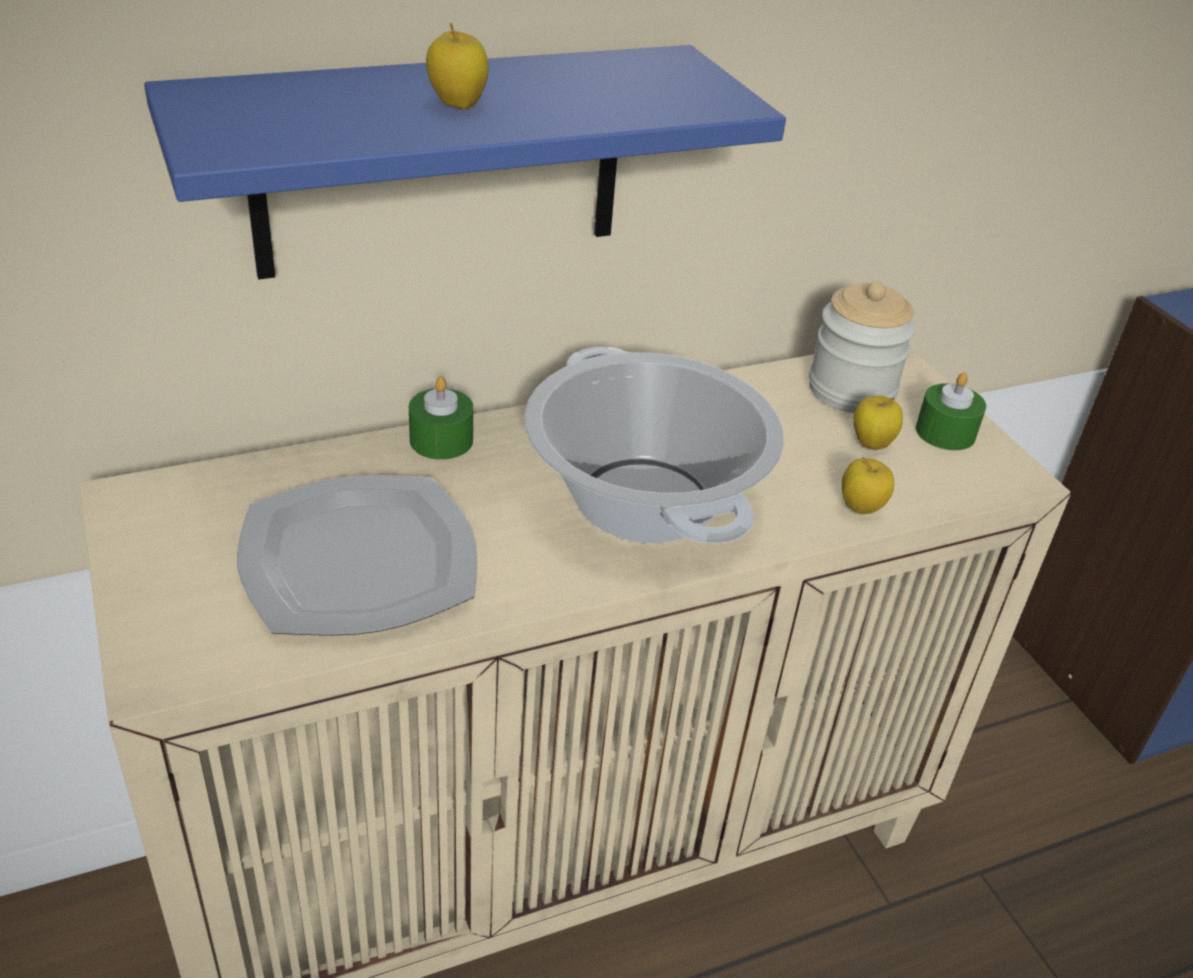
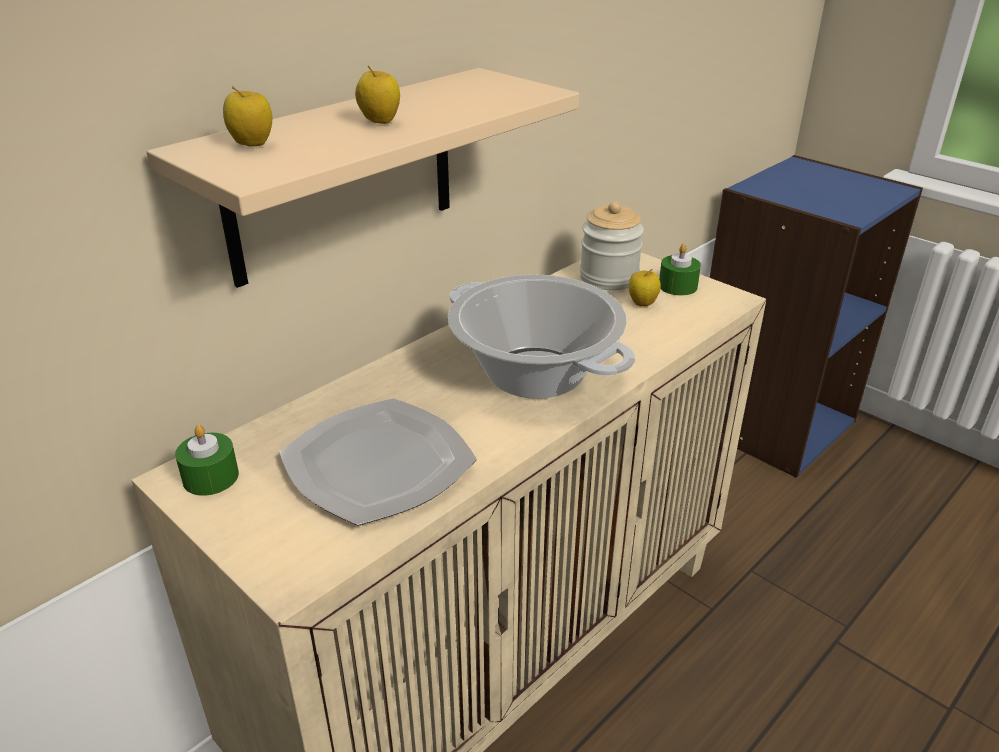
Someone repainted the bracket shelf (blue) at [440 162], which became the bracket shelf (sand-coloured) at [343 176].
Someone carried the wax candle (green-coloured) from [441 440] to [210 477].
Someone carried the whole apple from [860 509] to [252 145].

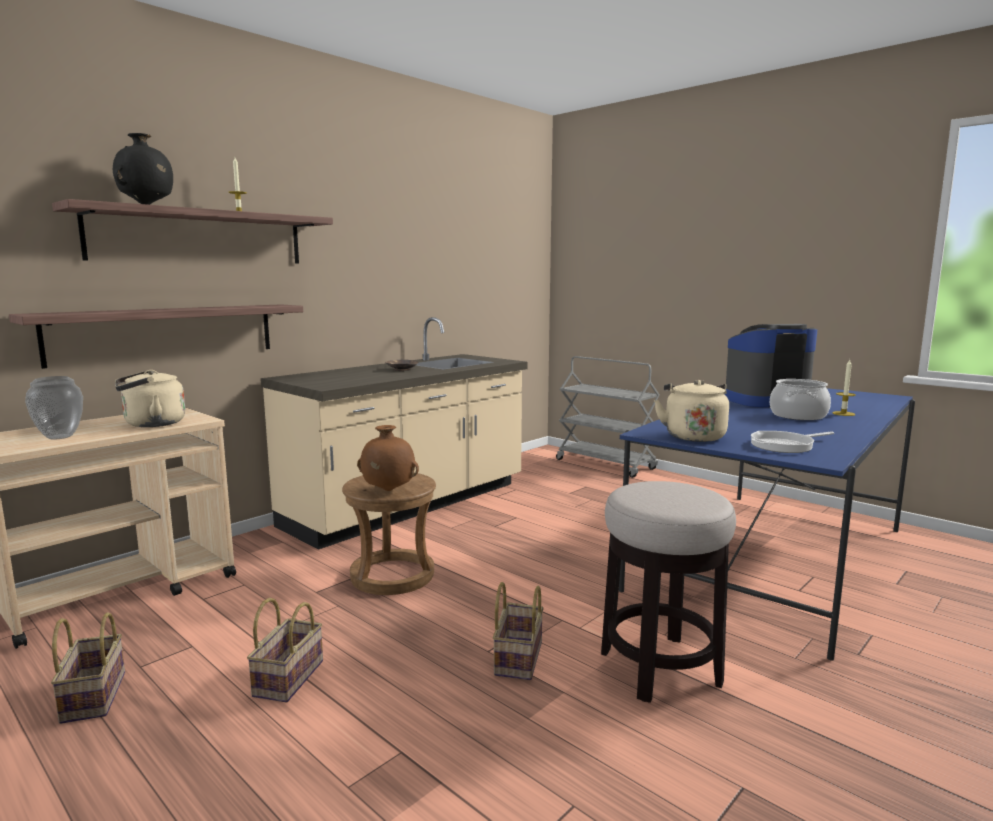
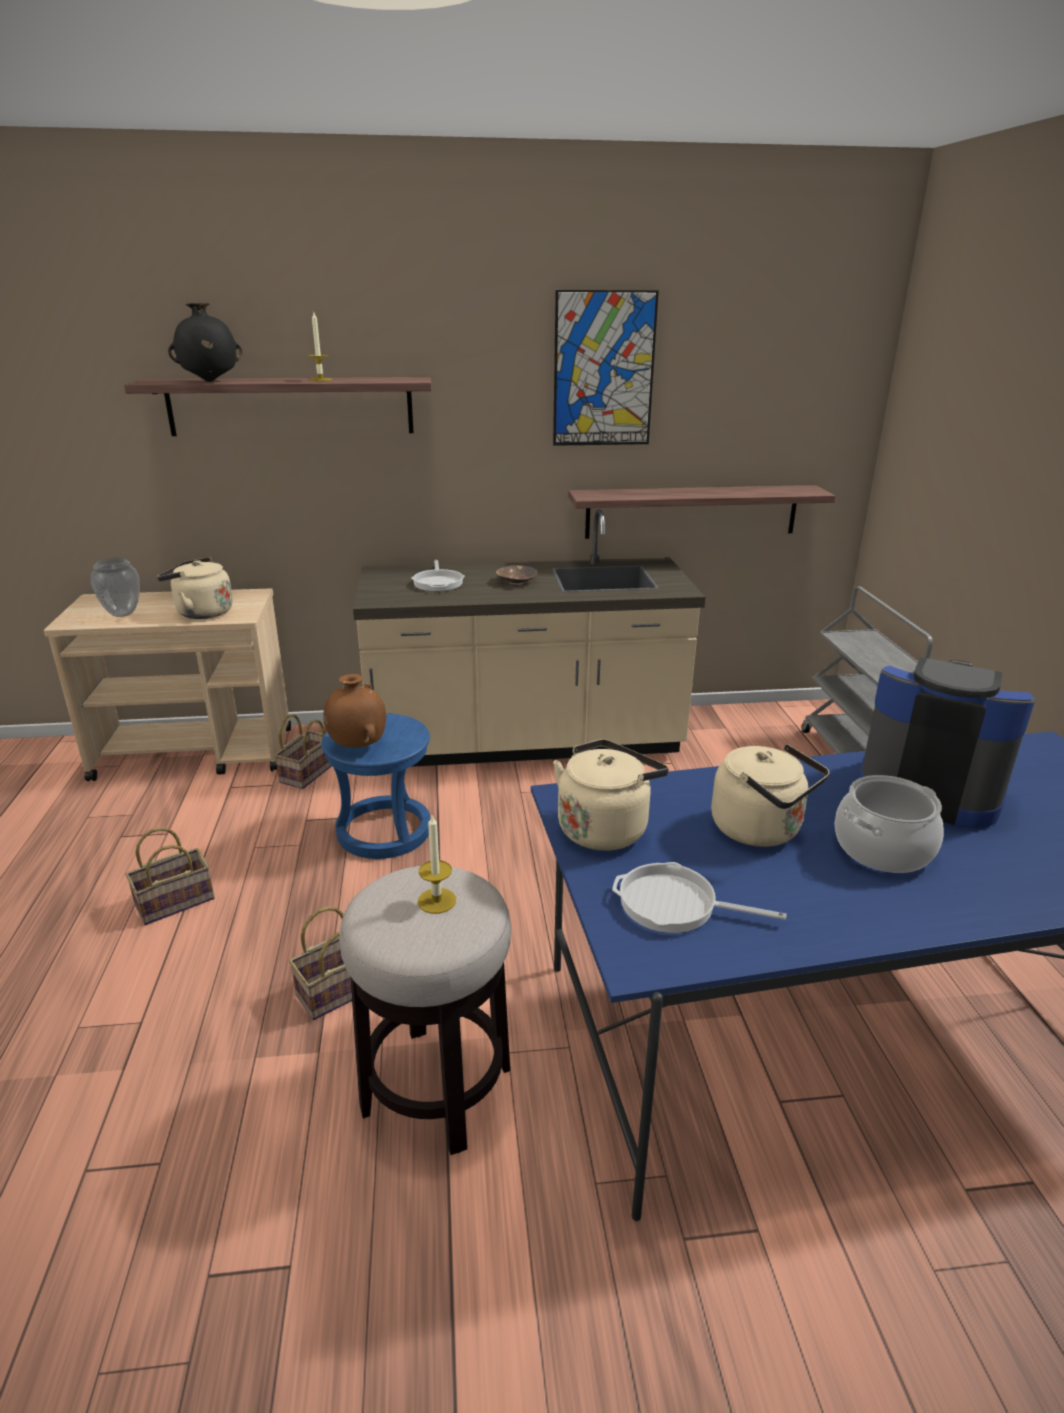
Someone carried the bracket shelf from [166 333] to [691 511].
Someone carried the household basket from [92 696] to [307 772].
Someone repainted the sitting stool (brown-coloured) at [392 575], which became the sitting stool (blue) at [384 831].
Someone carried the wax candle from [843 413] to [437 900].
Someone put down the pan at [438 582].
Someone put up the wall art at [603 370].
Someone put down the kettle (sand-coloured) at [761 830].

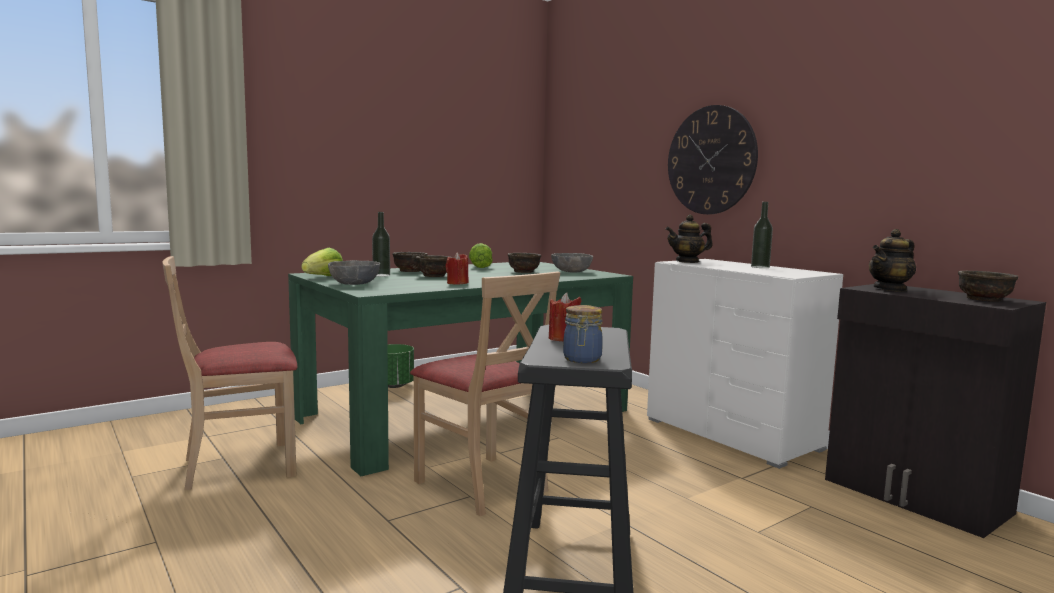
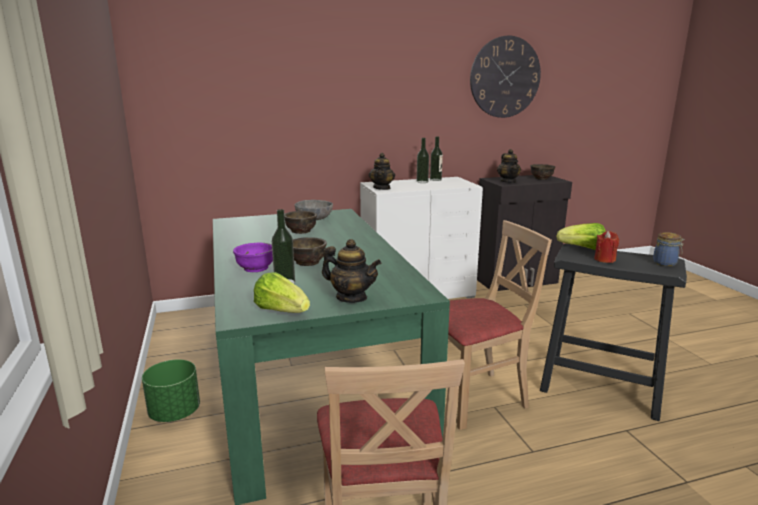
Someone swapped the deep dish (gray) at [354 283] for the tea pot at [351 297].
Someone repainted the deep dish (brown-coloured) at [409 271], which became the deep dish (purple) at [256 268].
Someone took away the wax candle (reddish) at [457 283].
Someone carried the lettuce head from [480 267] to [582 249].
Someone carried the hanging clock from [711 160] to [505 77].
Someone put down the bottle at [435 179].

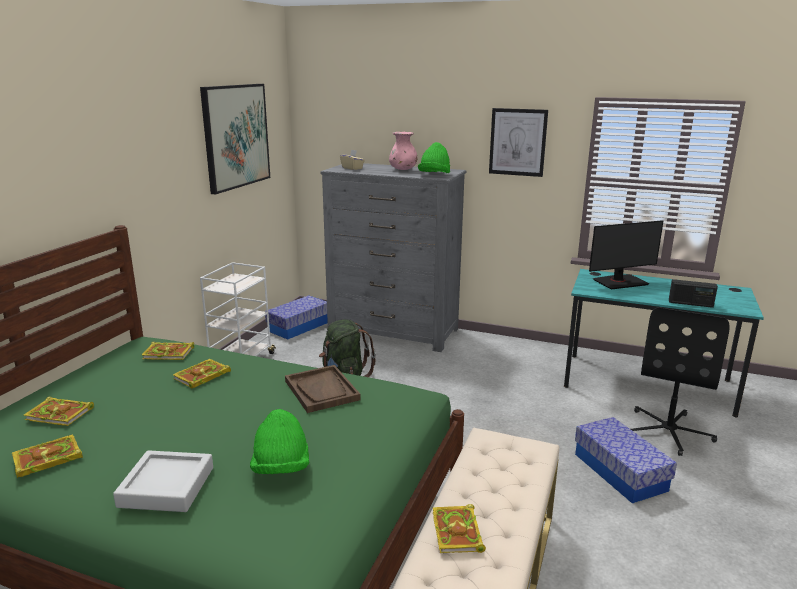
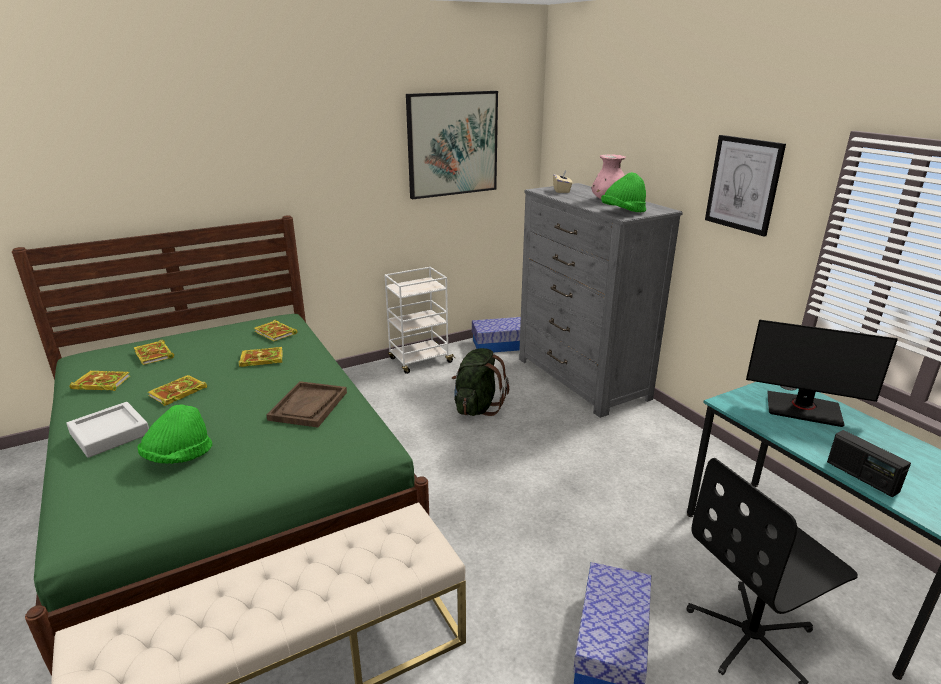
Someone carried the volume from [458 533] to [177 393].

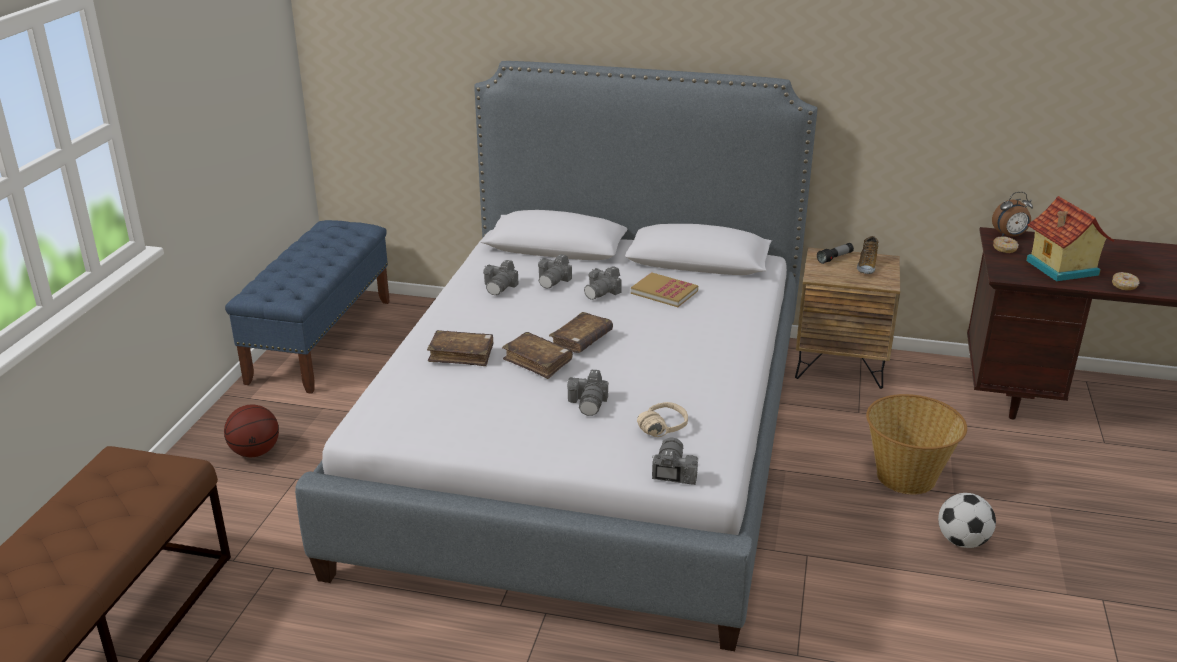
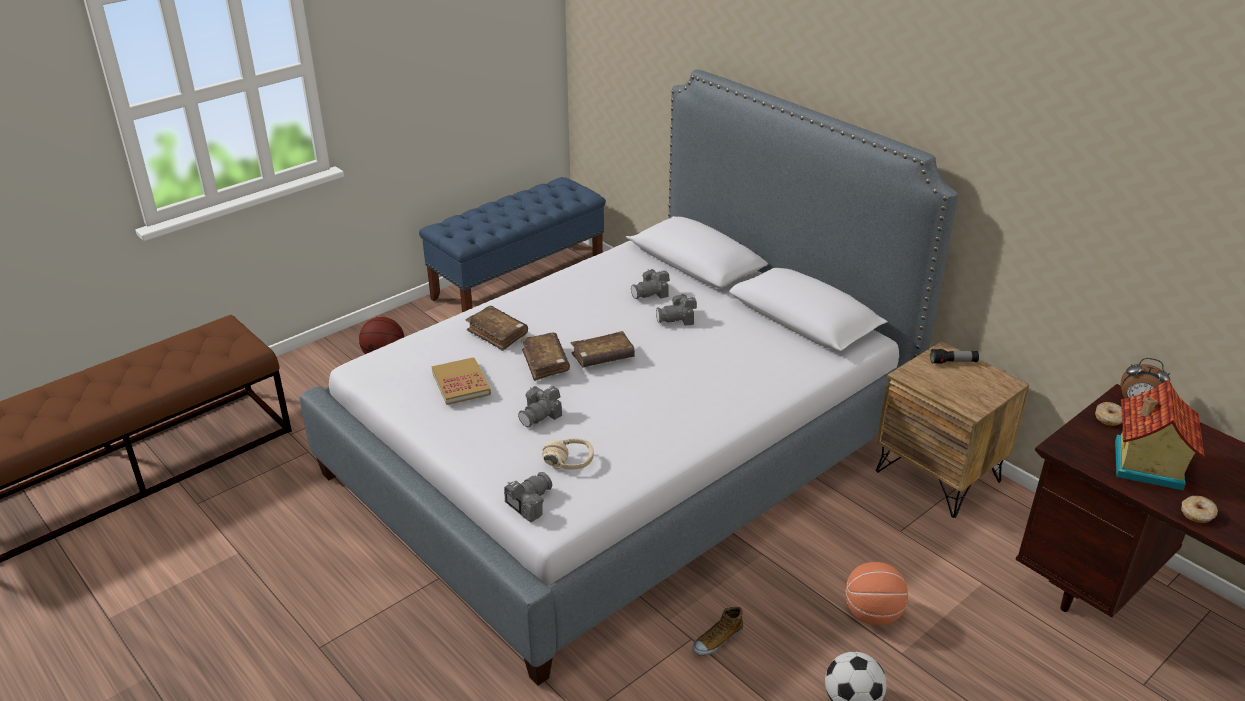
Someone took away the still camera at [500 287].
Someone carried the volume from [664 292] to [461 383].
Someone carried the item of footwear from [866 266] to [717 640].
Someone swapped the household basket at [906 476] for the basketball at [873 614].

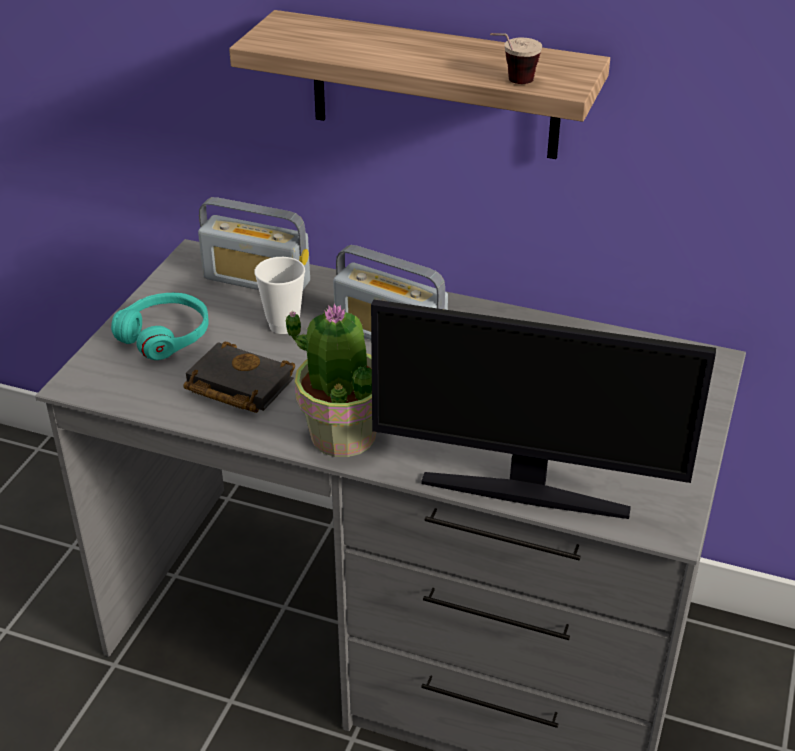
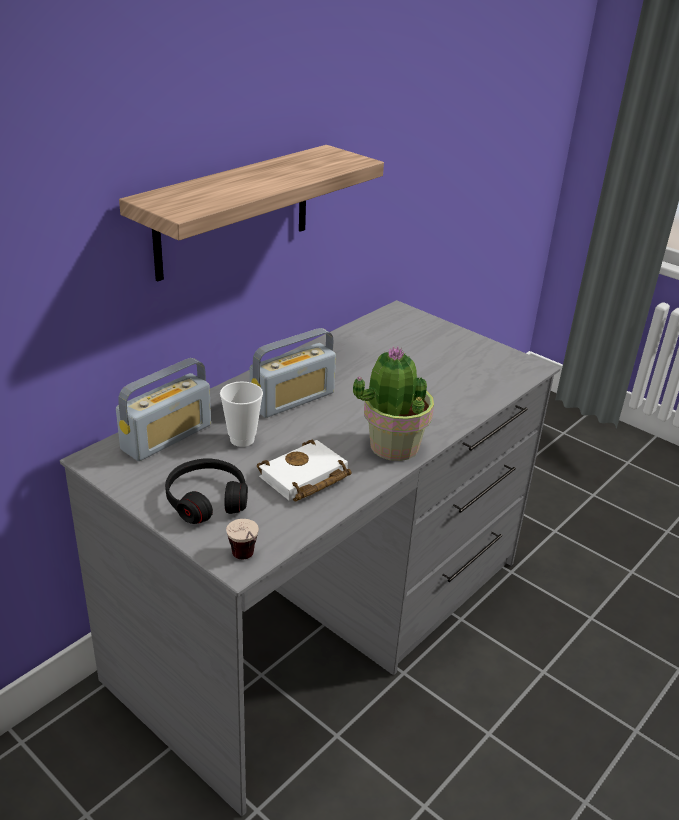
Someone repainted the headphones (blue-green) at [165 335], which became the headphones (blackish) at [206 499].
Someone repainted the volume (blackish) at [236 385], which became the volume (whitish) at [304 478].
Someone took away the monitor at [525 491].
Someone carried the drinking cup from [510 84] to [246 561].

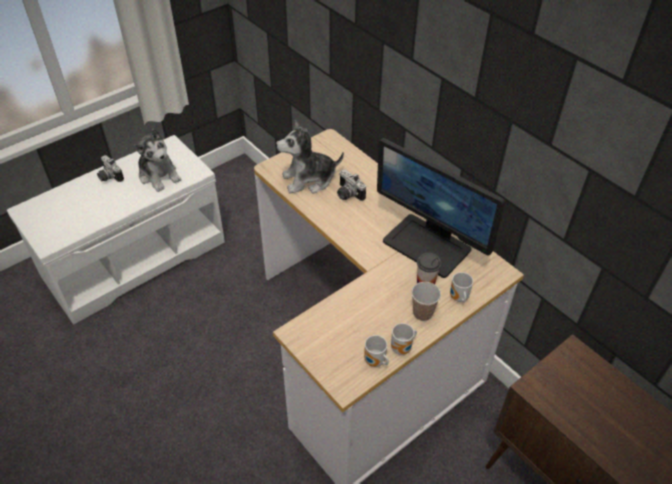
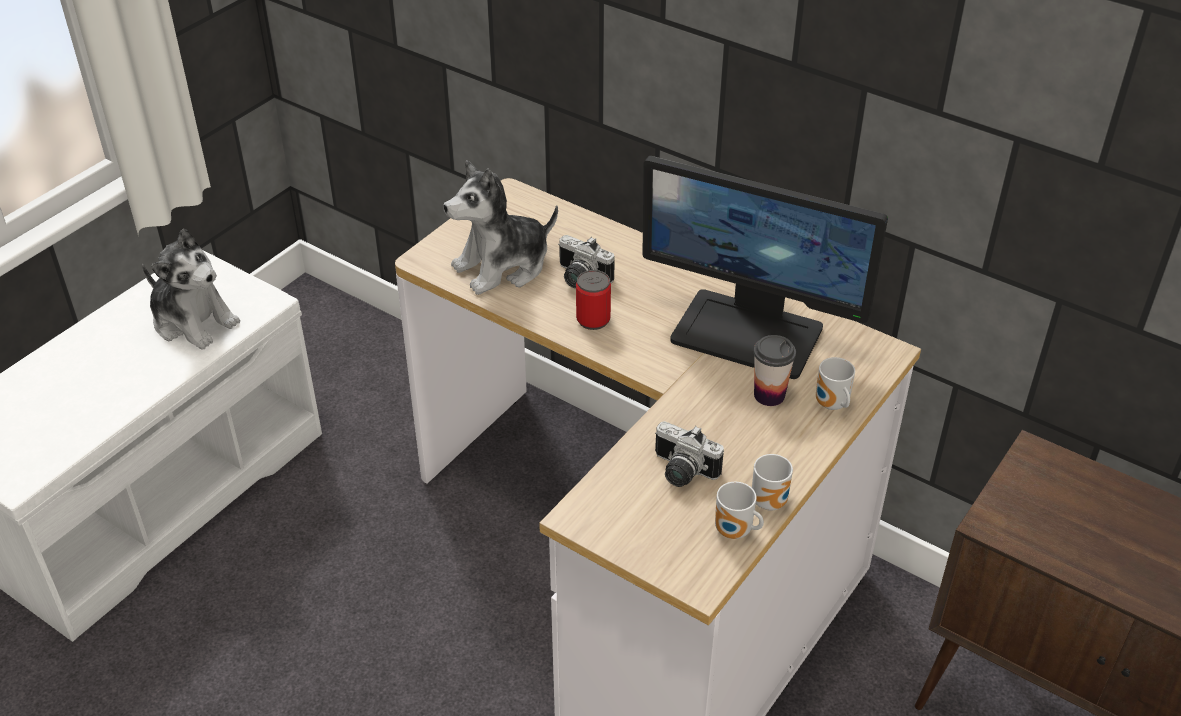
Someone carried the still camera from [109 177] to [681 472].
Someone took away the drinking cup at [422 313].
Someone put down the can at [593 320].

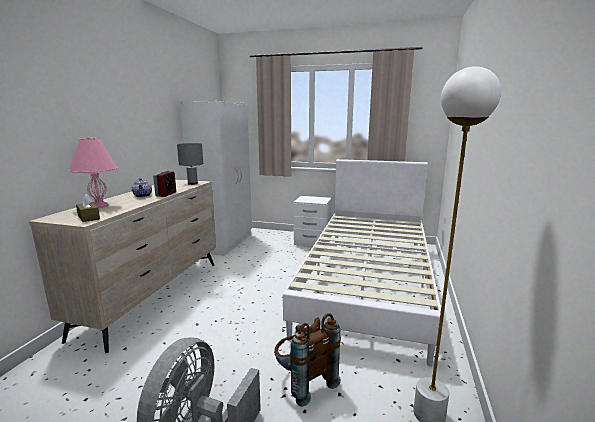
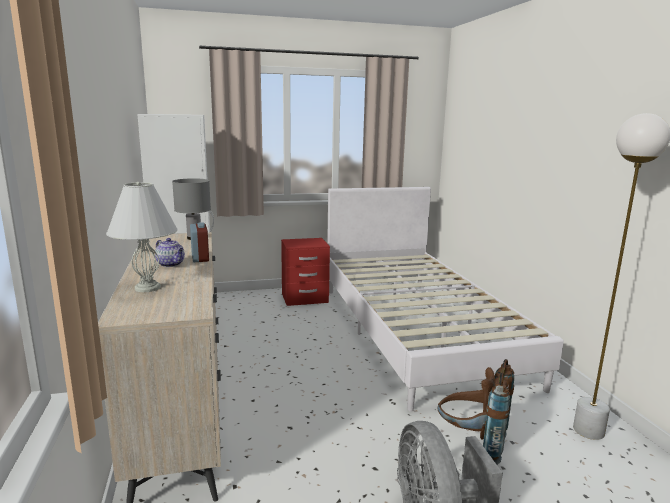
Someone repainted the table lamp (pinkish) at [100 206], which became the table lamp (whitish) at [148 288].
Someone took away the tissue box (brown-coloured) at [88 217].
Someone repainted the bedside table (whitish) at [312 242], which became the bedside table (reddish) at [304 298].

